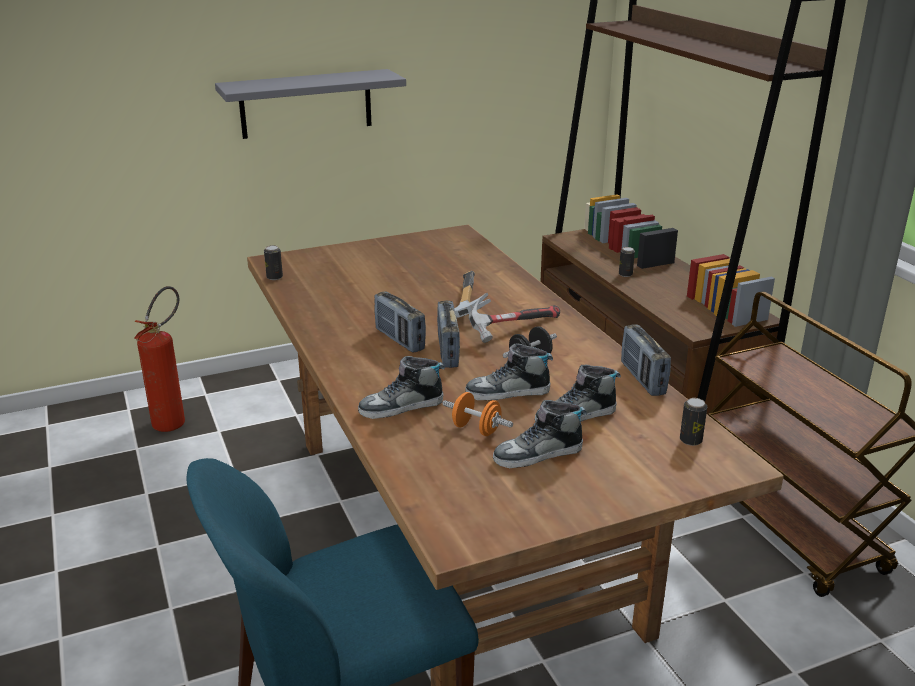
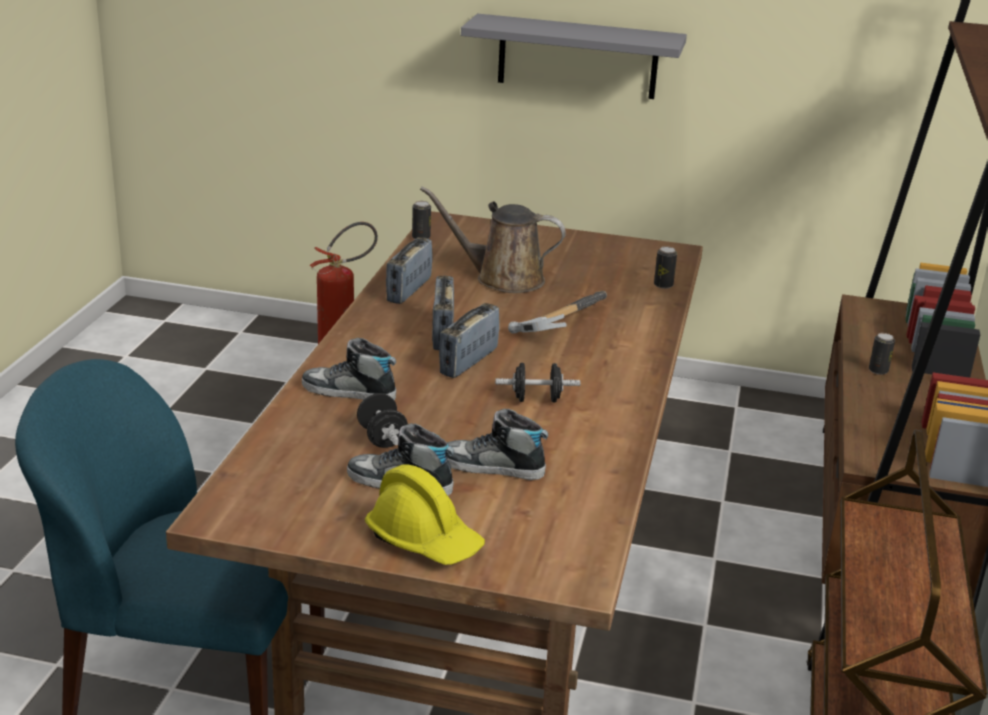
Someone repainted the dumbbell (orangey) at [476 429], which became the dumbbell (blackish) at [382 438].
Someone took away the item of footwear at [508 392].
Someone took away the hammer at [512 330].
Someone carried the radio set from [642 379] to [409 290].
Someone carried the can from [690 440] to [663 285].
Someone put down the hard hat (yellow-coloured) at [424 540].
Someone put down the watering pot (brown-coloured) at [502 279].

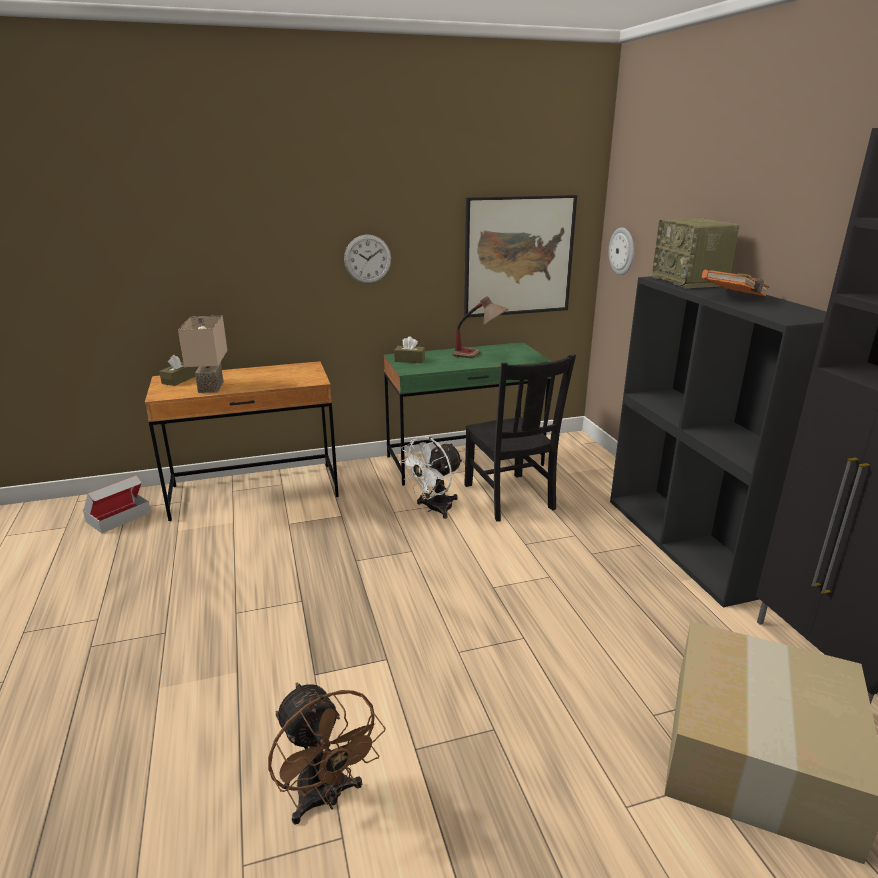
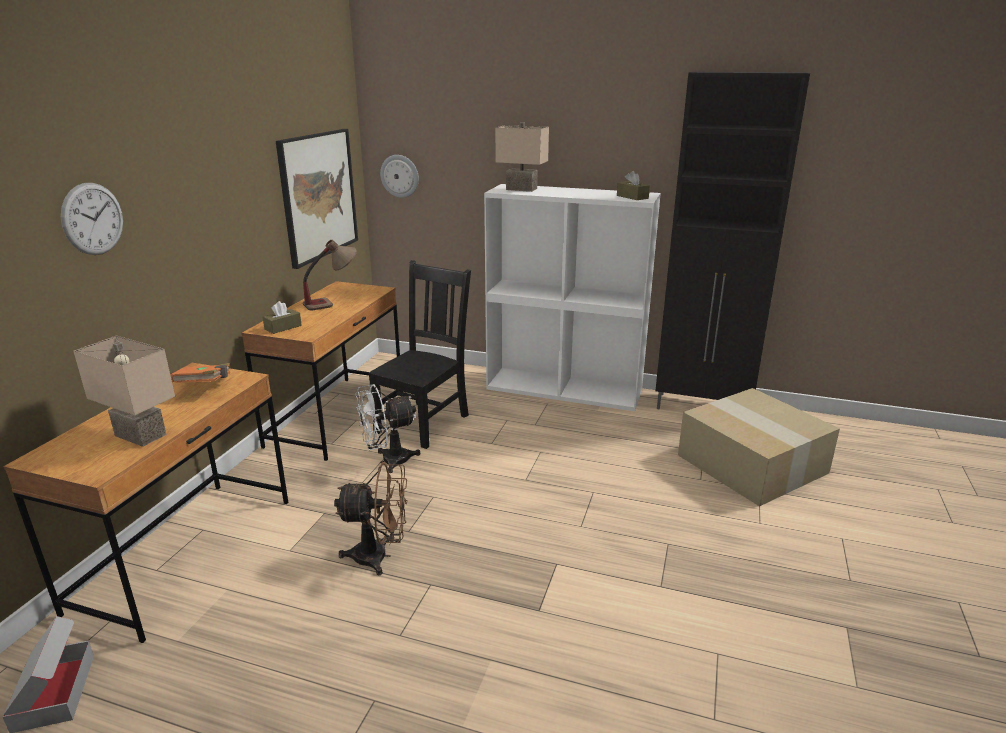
Someone carried the tissue box (brown-coloured) from [178 380] to [632 197].
Someone carried the electric fan (brown-coloured) from [325 798] to [379 556].
Someone carried the hanging clock from [367 259] to [93 219].
Someone repainted the desk table (green-coloured) at [464 461], which became the desk table (brown-coloured) at [337 416].
Someone rotated the electric fan (whitish) at [434 509] by 75 degrees clockwise.
Someone rotated the chair (blackish) at [510 498] by 75 degrees counterclockwise.
Someone repainted the shelving unit (blackish) at [688 543], which became the shelving unit (whitish) at [565 389].
Someone swapped the radio set at [690 281] for the table lamp (sand-coloured) at [522 189].
Someone carried the volume (orangey) from [734 297] to [204 386].

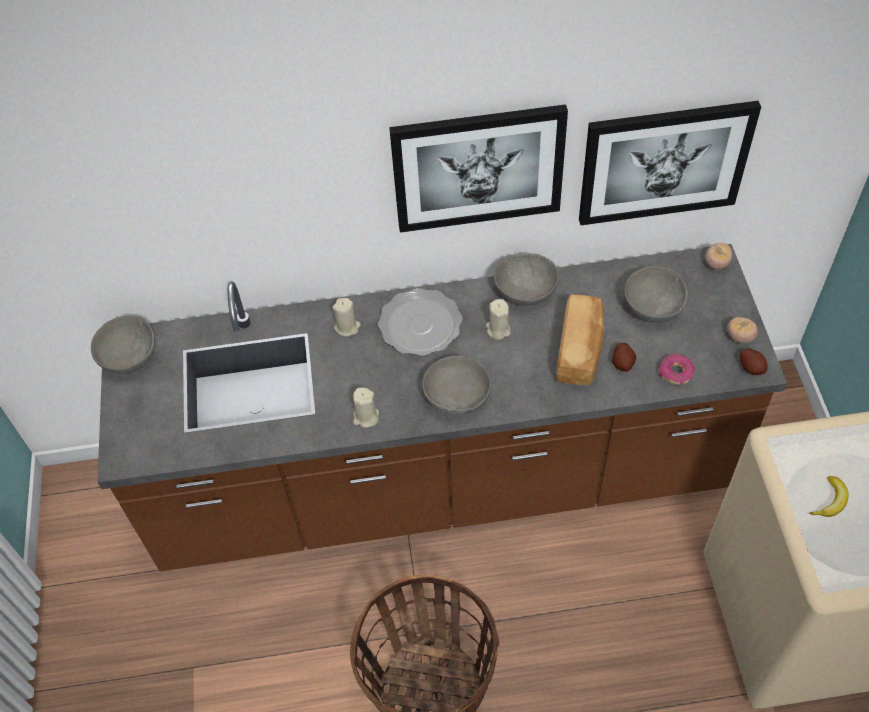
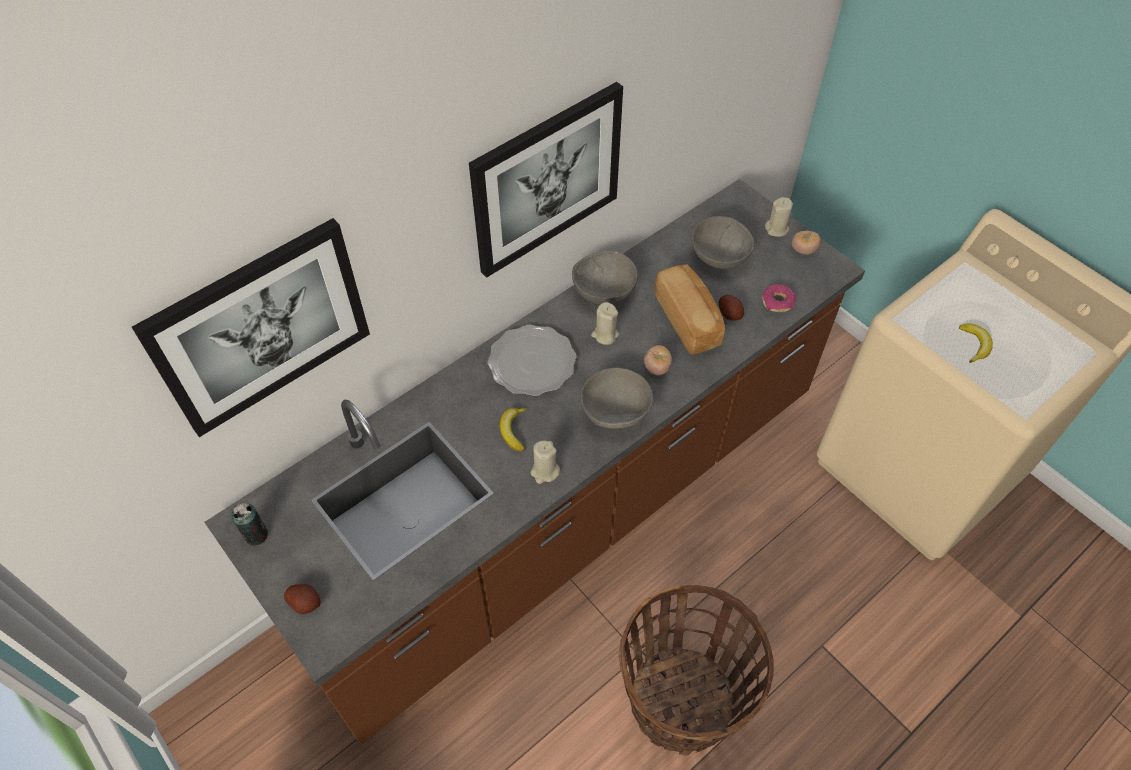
Someone swapped the deep dish (gray) at [130 357] for the can at [256 535].
Someone carried the wax candle (sand-coloured) from [347 327] to [777 229].
Someone carried the wall art from [664 162] to [261 327].
Someone carried the tomato from [716 264] to [657 368].
Someone carried the whole potato from [751 367] to [305 602].
Someone put down the banana fruit at [513 431].

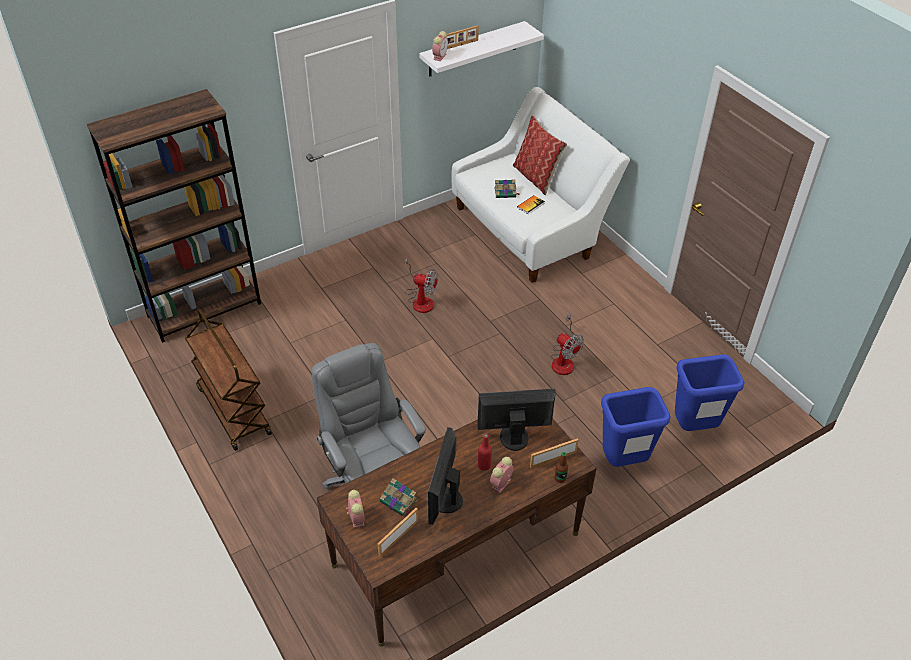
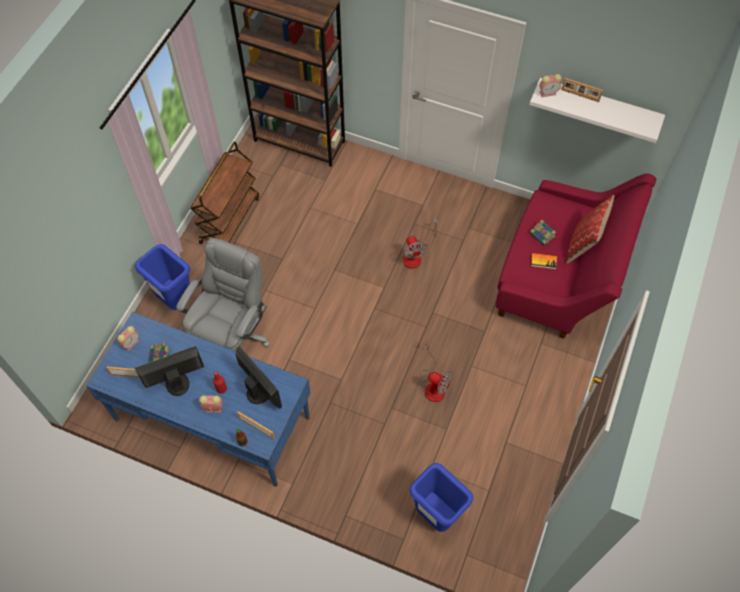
Someone repainted the desk table (brown-coloured) at [457 549], which became the desk table (blue) at [212 418].
Someone repainted the couch (whitish) at [529 229], which became the couch (reddish) at [559 277].
Someone rotated the electric fan at [563 360] by 75 degrees counterclockwise.
Someone carried the trash can (blue) from [623 462] to [175 300].

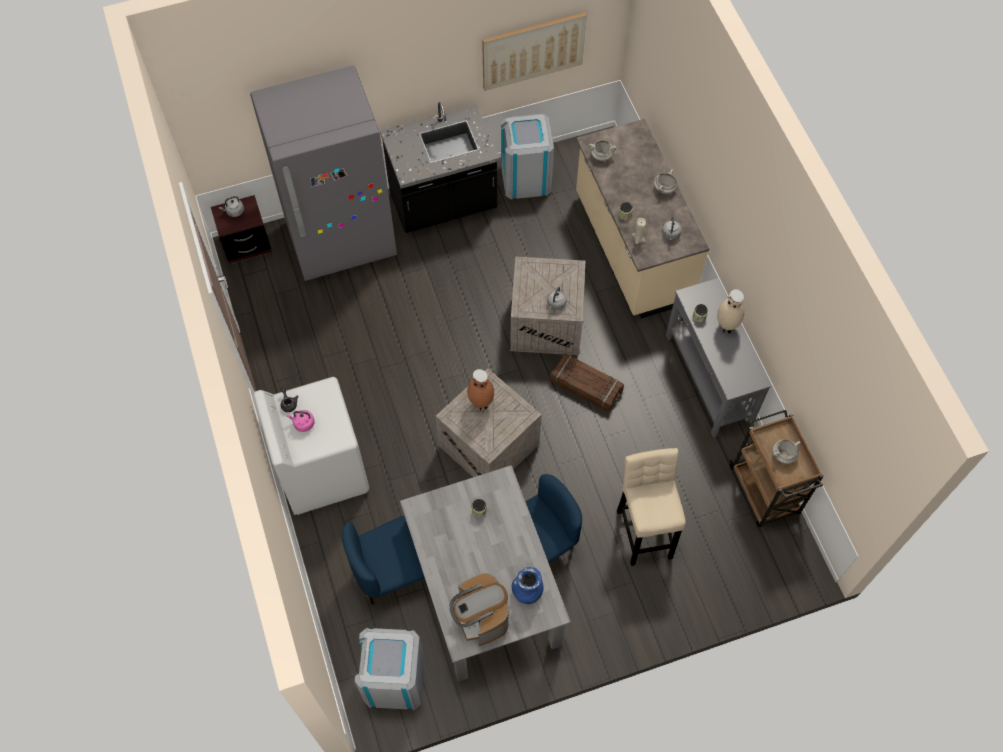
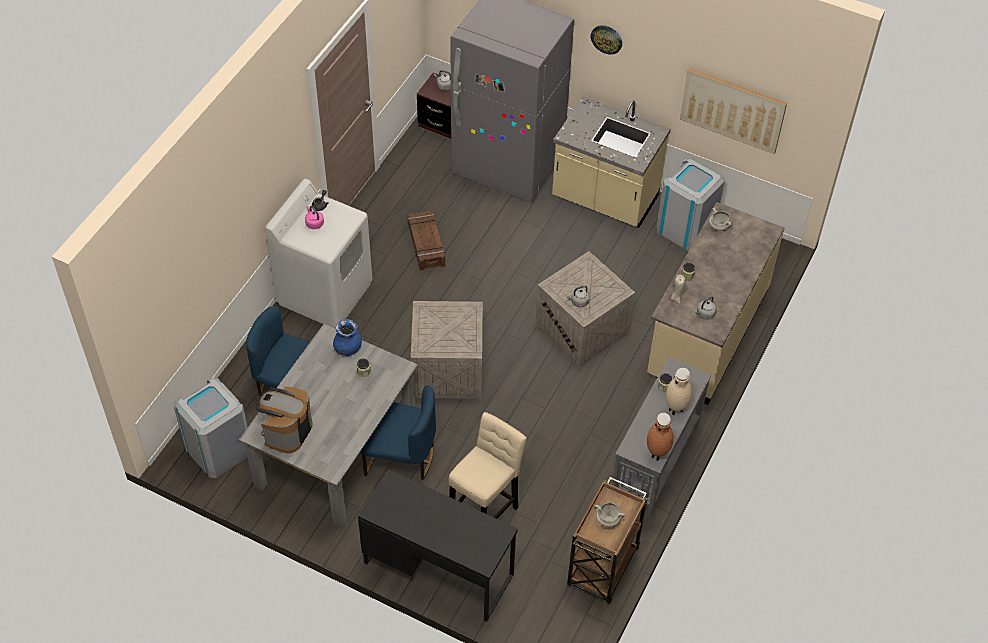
Someone repainted the counter (blackish) at [443 204], which became the counter (sand-coloured) at [604 199].
Someone carried the flower vase (brown-coloured) from [481 403] to [657 454].
Someone carried the flower vase (blue) from [528 591] to [348 349].
Someone carried the packing crate from [586 385] to [426 244].
Someone took away the cooking pot (whitish) at [664 189].
Someone put down the desk table (blackish) at [438 568].
Someone put up the hanging clock at [606 39].

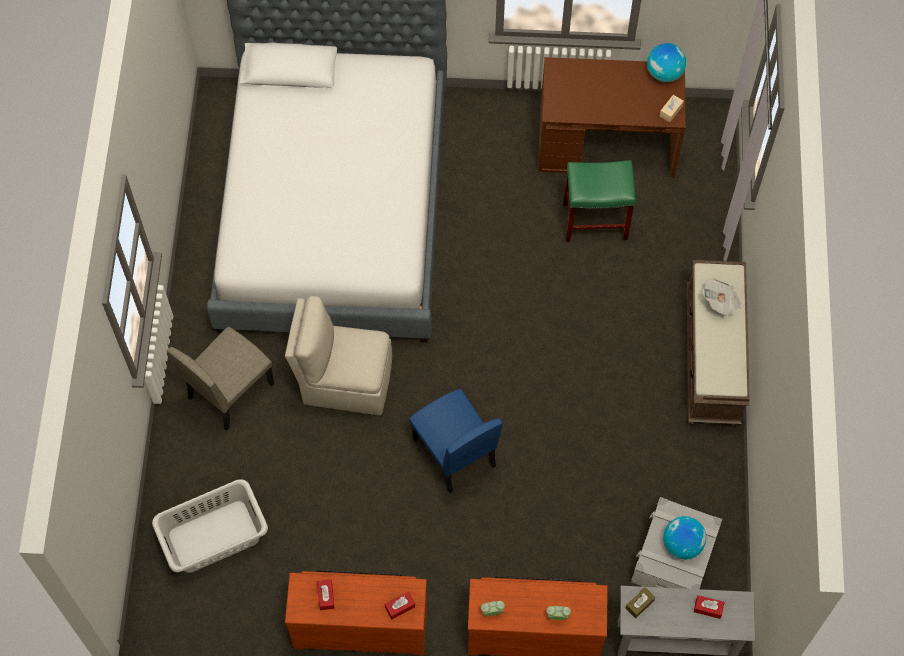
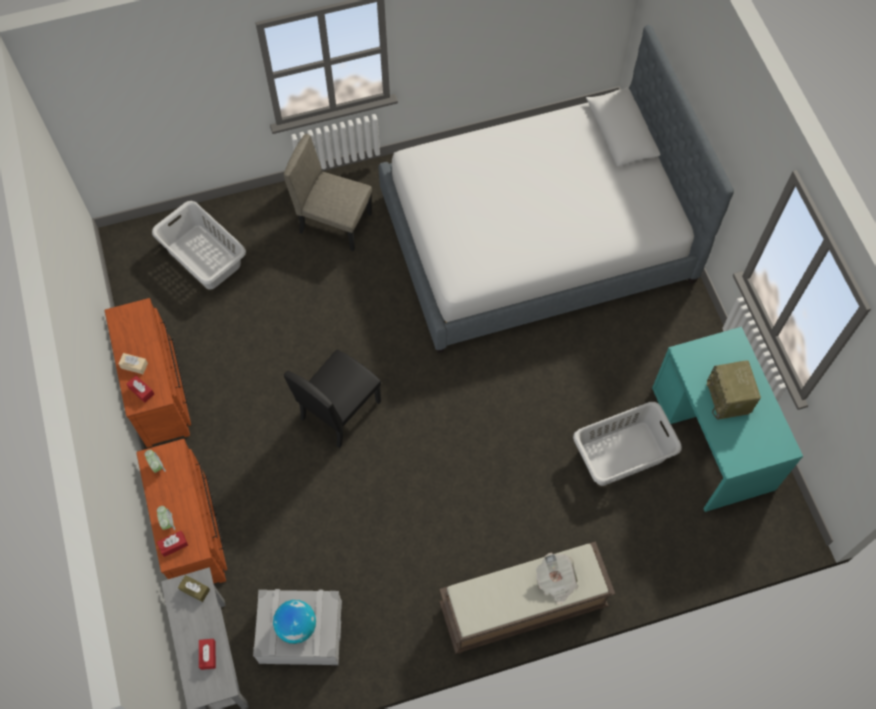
Someone took away the chair (sand-coloured) at [345 381].
Someone carried the tissue box (reddish) from [326 596] to [173 545].
Someone repainted the chair (blue) at [453 452], which became the chair (blackish) at [340 409].
Someone repainted the desk table (brown-coloured) at [606 143], which became the desk table (blue-green) at [712 438].
Someone swapped the sitting stool (green-coloured) at [594 221] for the laundry basket (gray) at [621 453].
Someone took away the world globe at [664 73].
Someone carried the tissue box (sand-coloured) from [671 111] to [134 365].
Someone put down the radio set at [728 399].

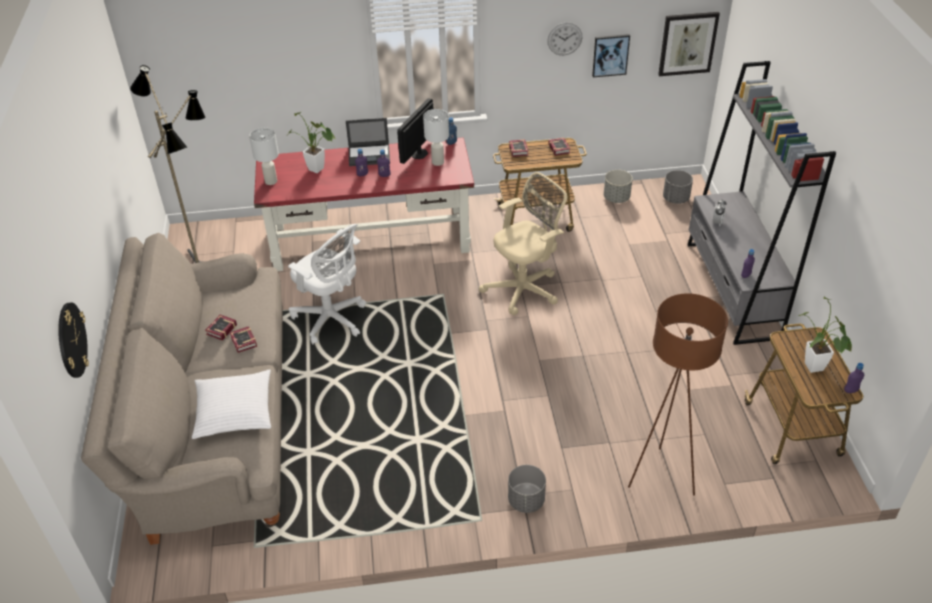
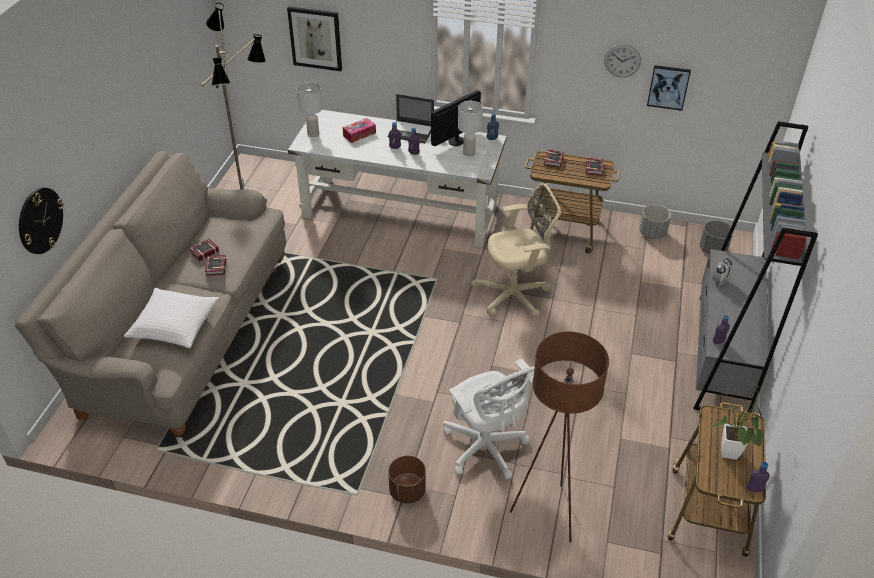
Someone repainted the desk table (reddish) at [371 238], which became the desk table (whitish) at [401 210].
Someone swapped the potted plant at [319 170] for the tissue box at [359 134].
Someone carried the computer chair (whitish) from [332 319] to [486 449].
Someone repainted the planter (gray) at [526 501], which became the planter (brown-coloured) at [407 491].
Someone carried the wall art from [687 43] to [315 38].

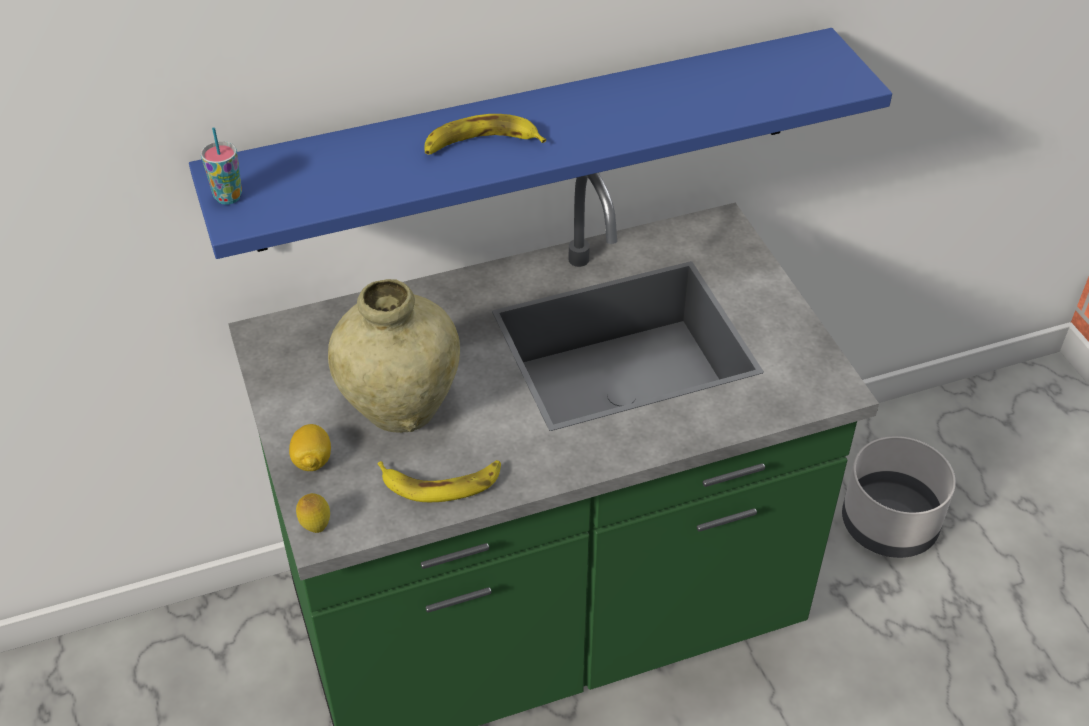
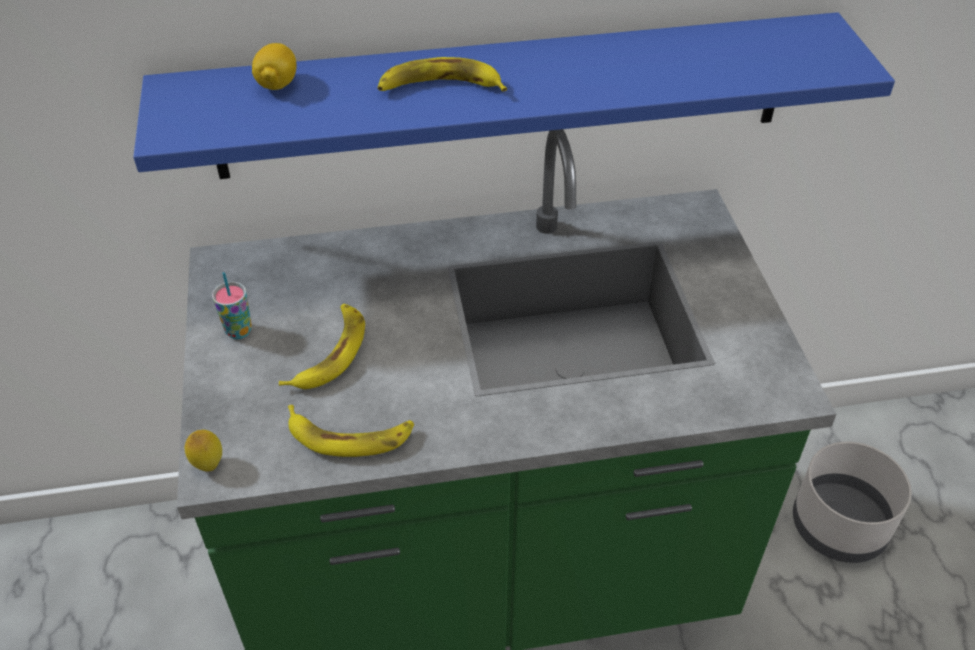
Someone carried the drinking cup from [228 197] to [238 331].
Someone carried the citrus fruit from [312 461] to [277 85].
Someone swapped the flower vase (sand-coloured) at [400 409] for the banana fruit at [330 353].

